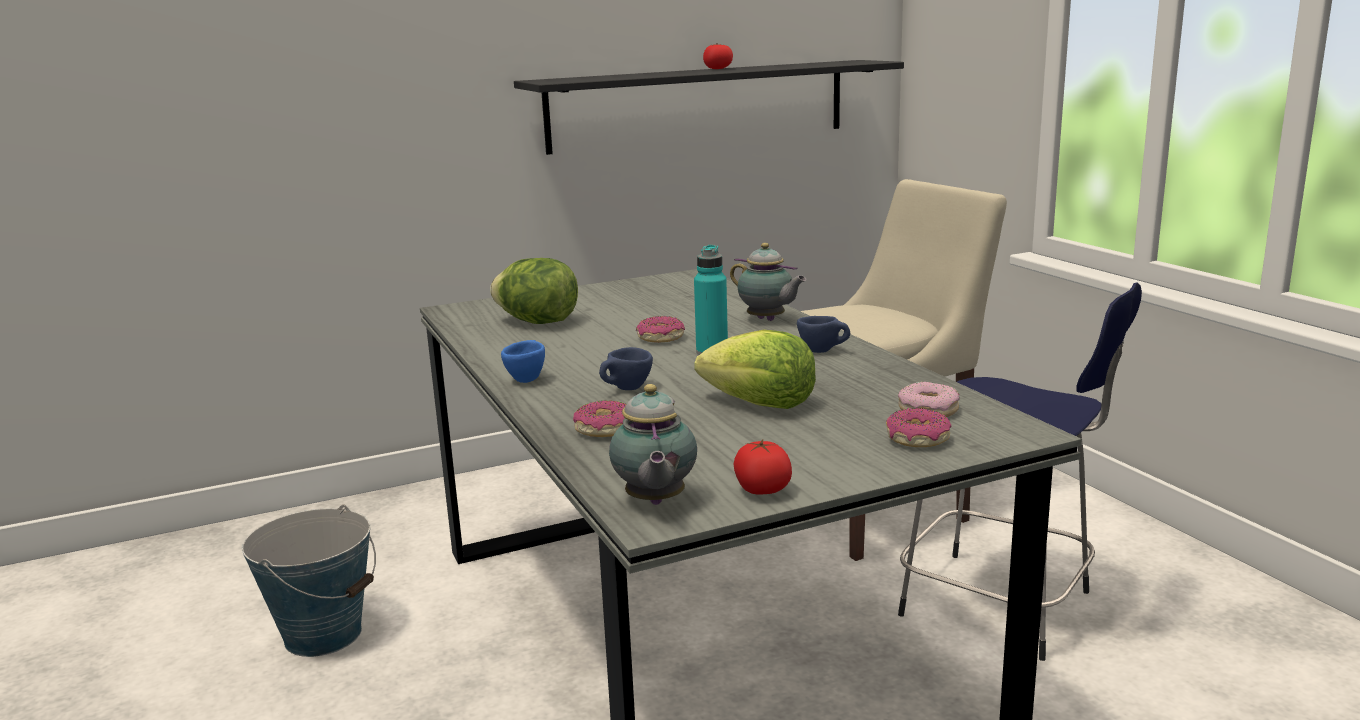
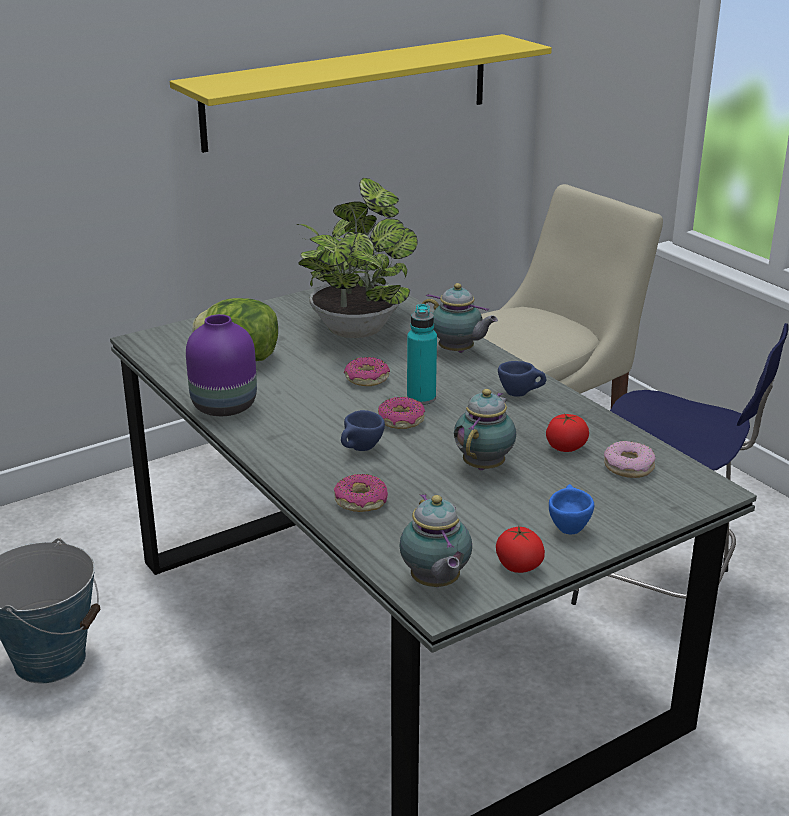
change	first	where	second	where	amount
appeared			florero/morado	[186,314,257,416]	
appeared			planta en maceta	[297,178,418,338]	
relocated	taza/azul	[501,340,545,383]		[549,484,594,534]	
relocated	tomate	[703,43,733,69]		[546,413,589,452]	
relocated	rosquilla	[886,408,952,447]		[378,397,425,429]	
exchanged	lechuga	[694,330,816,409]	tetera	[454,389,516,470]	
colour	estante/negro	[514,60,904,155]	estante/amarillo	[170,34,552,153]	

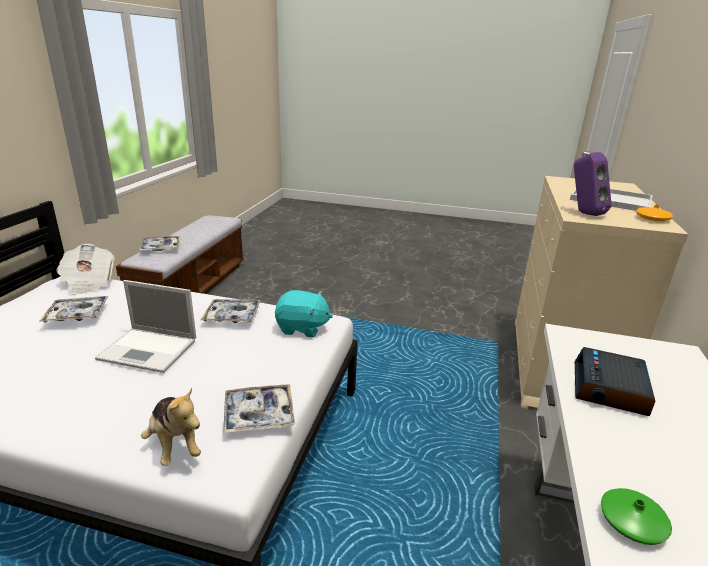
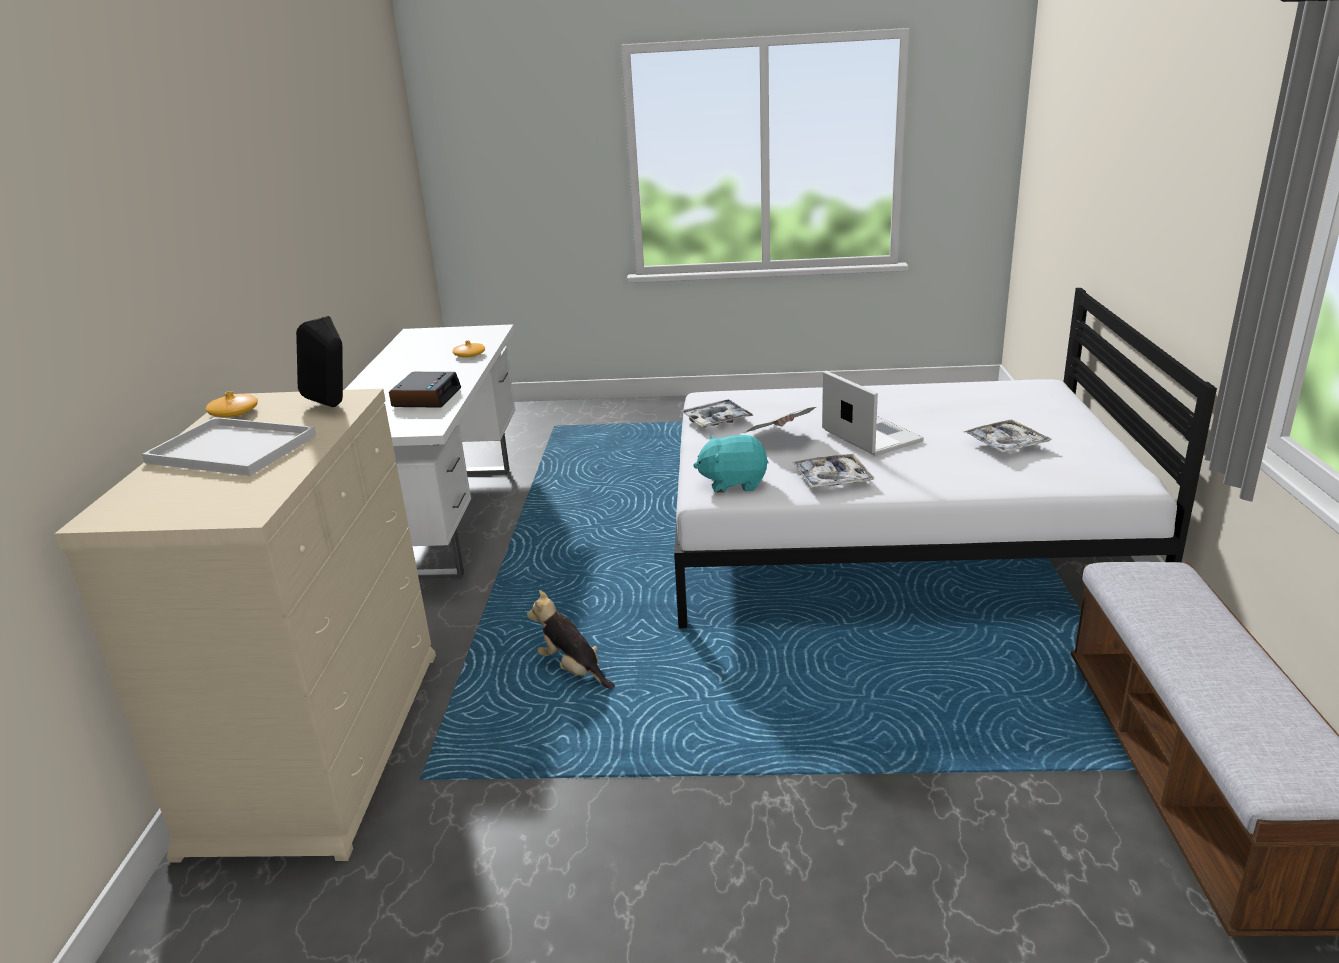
change	first	where	second	where	amount
missing	bandeja	[139,236,180,251]			
relocated	periódico	[56,244,115,295]		[747,407,816,432]	
relocated	peluche	[141,387,201,466]		[527,590,615,689]	
colour	altavoz/morado	[574,152,611,216]	altavoz/negro	[296,316,343,407]	
colour	florero/verde	[601,488,672,545]	florero/naranja	[452,340,485,357]	
spun	portátil	[95,280,196,373]		[822,371,924,456]	60 degrees clockwise

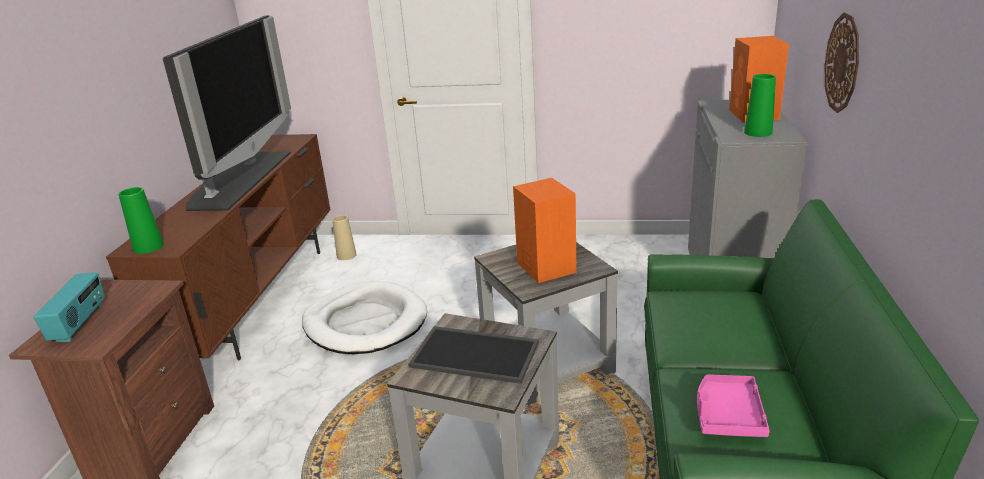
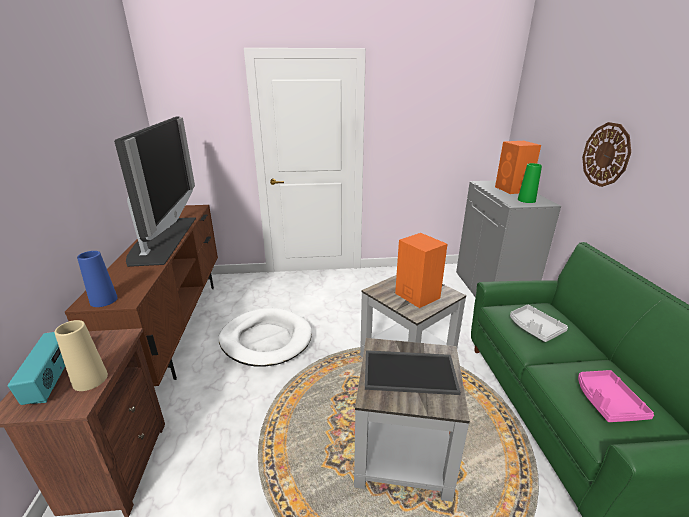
change	first	where	second	where	amount
appeared			bandeja/gris	[510,305,568,342]	
relocated	florero/beis	[332,215,357,260]		[54,320,108,391]	
colour	florero/verde	[119,187,164,254]	florero/azul	[77,251,118,307]	

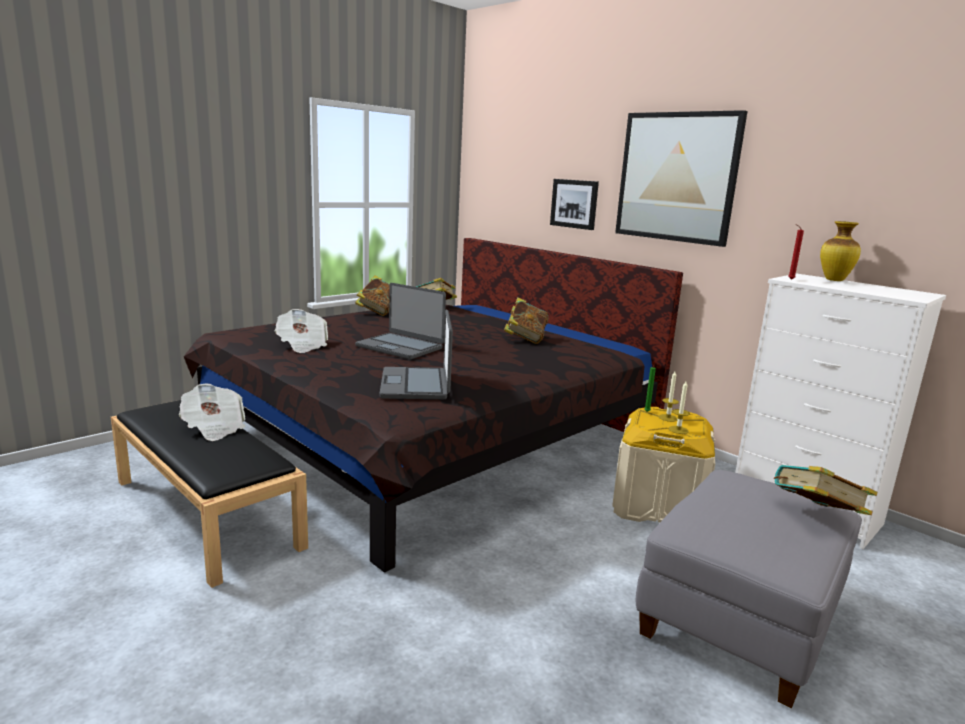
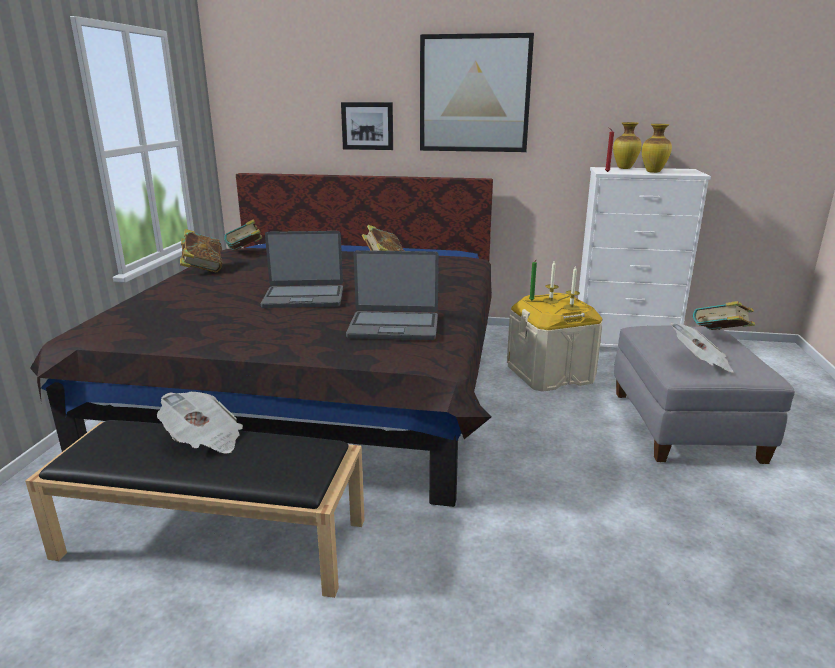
change	first	where	second	where	amount
appeared			florero	[642,124,672,173]	
relocated	periódico	[275,309,328,353]		[671,323,734,373]	
spun	portátil	[379,310,453,399]		[346,250,439,340]	45 degrees counterclockwise

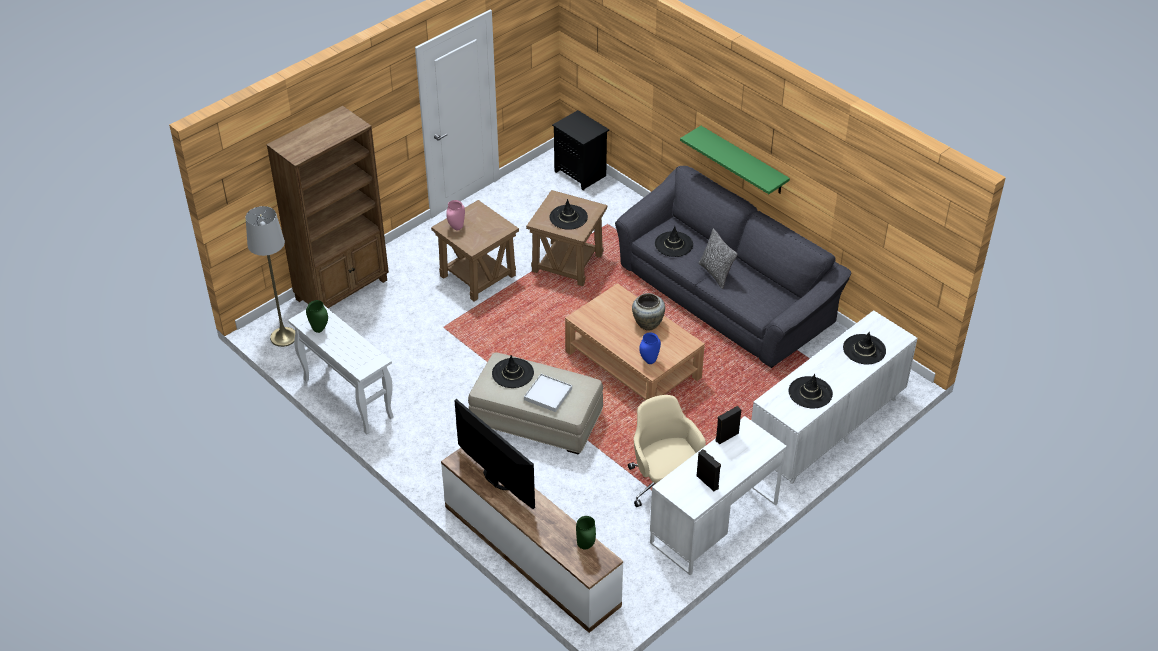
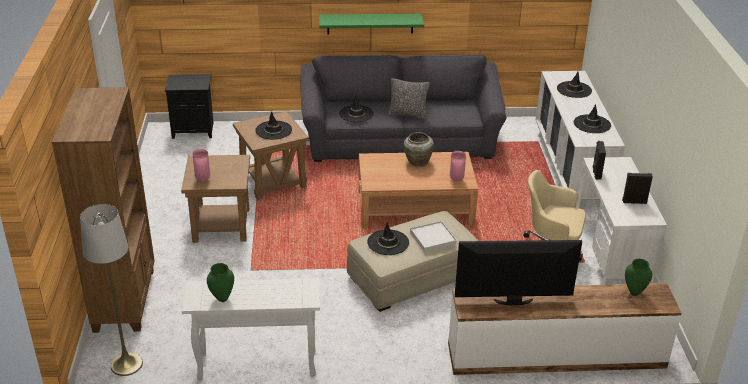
change	first	where	second	where	amount
colour	florero/azul	[639,333,661,364]	florero/rosa	[450,151,466,182]	

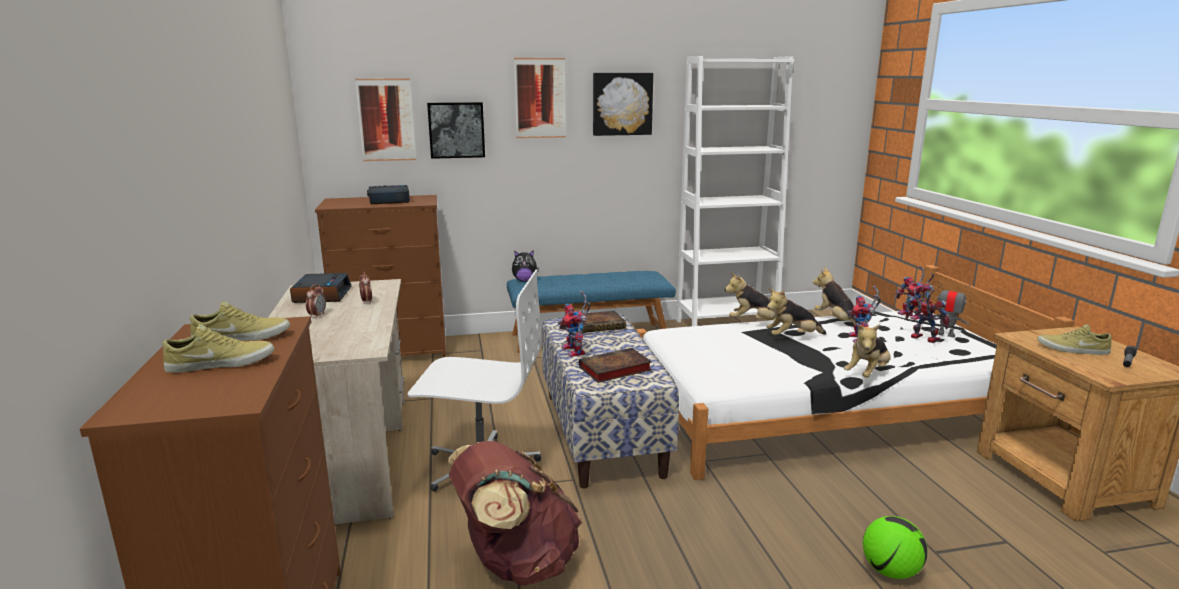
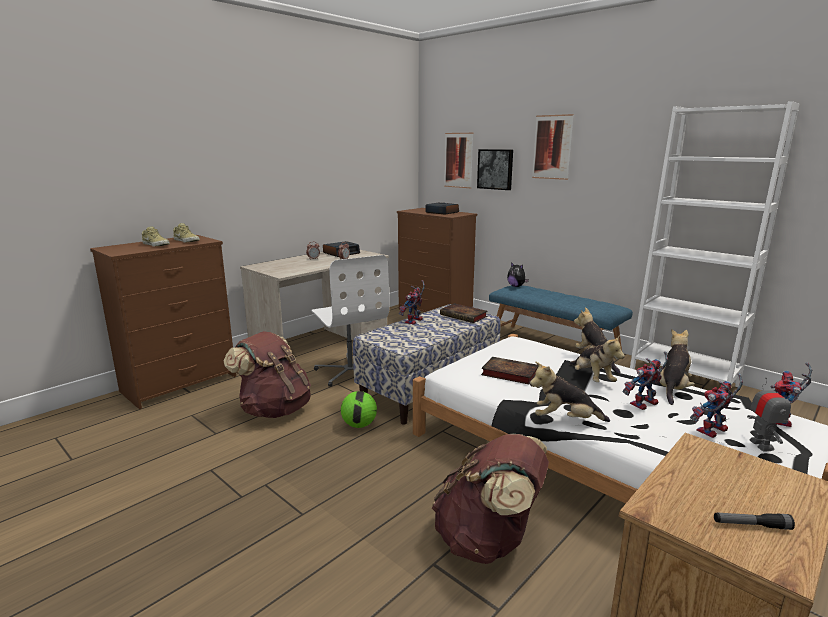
change	first	where	second	where	amount
missing	cuadro	[593,73,653,136]			
missing	zapato/beis	[1037,324,1112,355]			
appeared			mochila/marrón	[432,434,549,564]	
relocated	libro	[579,348,652,383]		[481,357,539,385]	
relocated	balón de fútbol	[863,516,927,579]		[341,391,377,428]	
spun	peluche	[766,289,826,335]		[569,334,625,382]	150 degrees counterclockwise
spun	robot de juguete	[905,288,950,343]		[690,374,743,438]	135 degrees counterclockwise

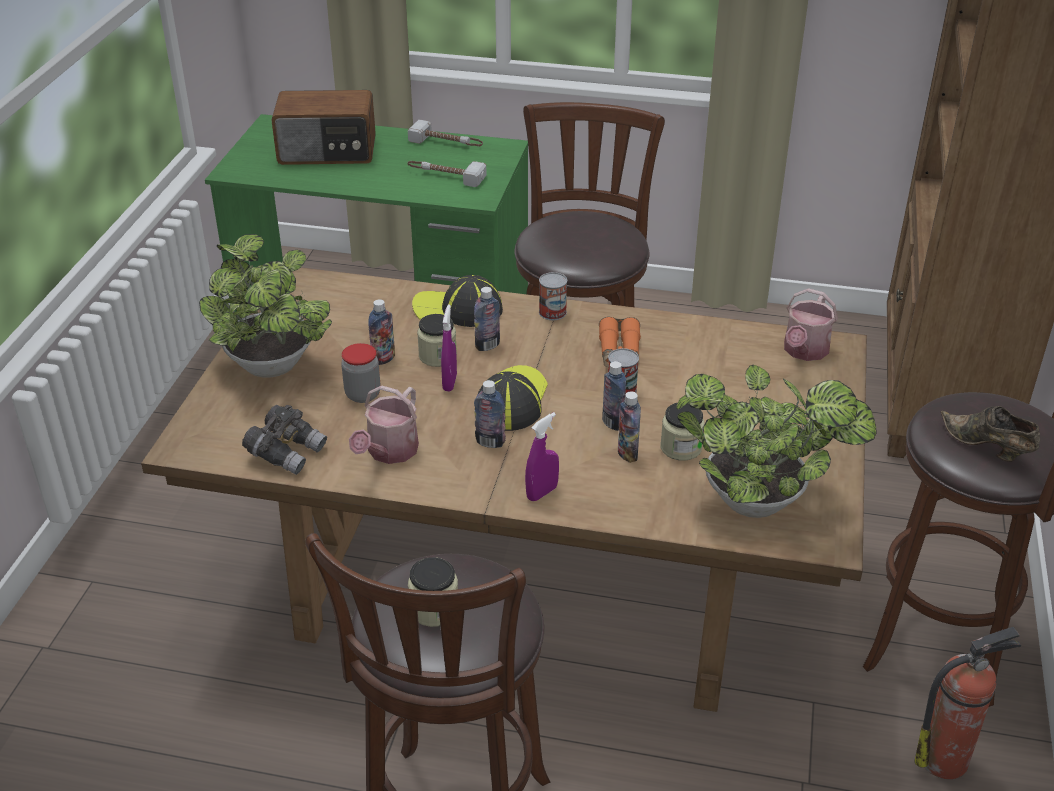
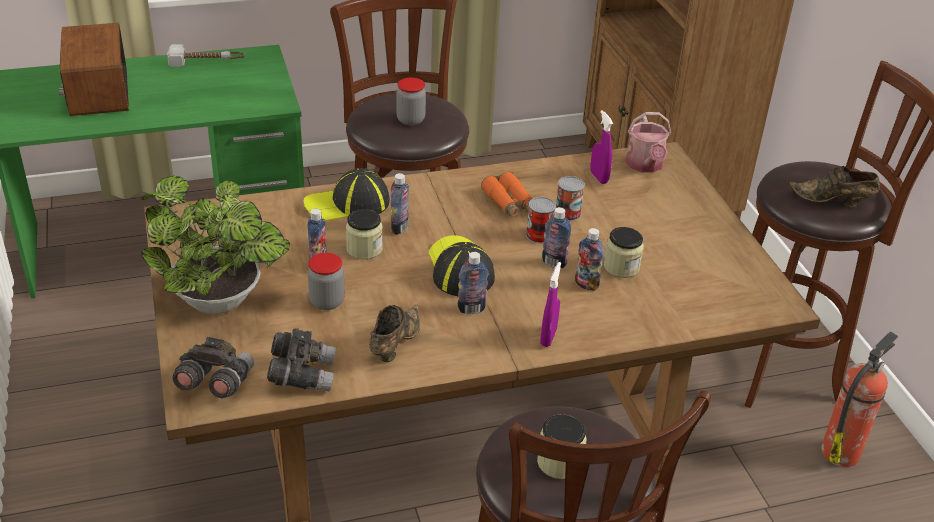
change	first	where	second	where	amount
missing	martillo	[407,161,486,187]			
missing	planta en maceta	[676,365,877,518]			
appeared			prismáticos/gris	[173,337,254,398]	
appeared			tarro	[397,78,426,126]	
relocated	pulverizador/morado	[441,305,457,391]		[591,110,613,184]	
relocated	lata	[539,272,567,320]		[556,176,585,221]	
exchanged	regadera	[349,386,419,464]	zapato/marrón	[369,304,420,362]	
spun	radio	[271,90,376,165]		[59,23,129,116]	105 degrees clockwise

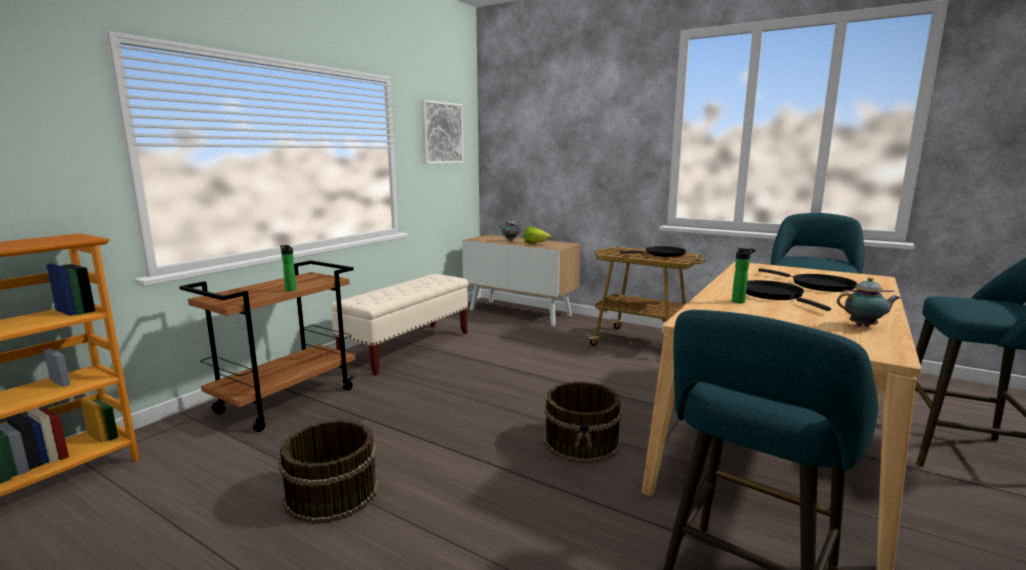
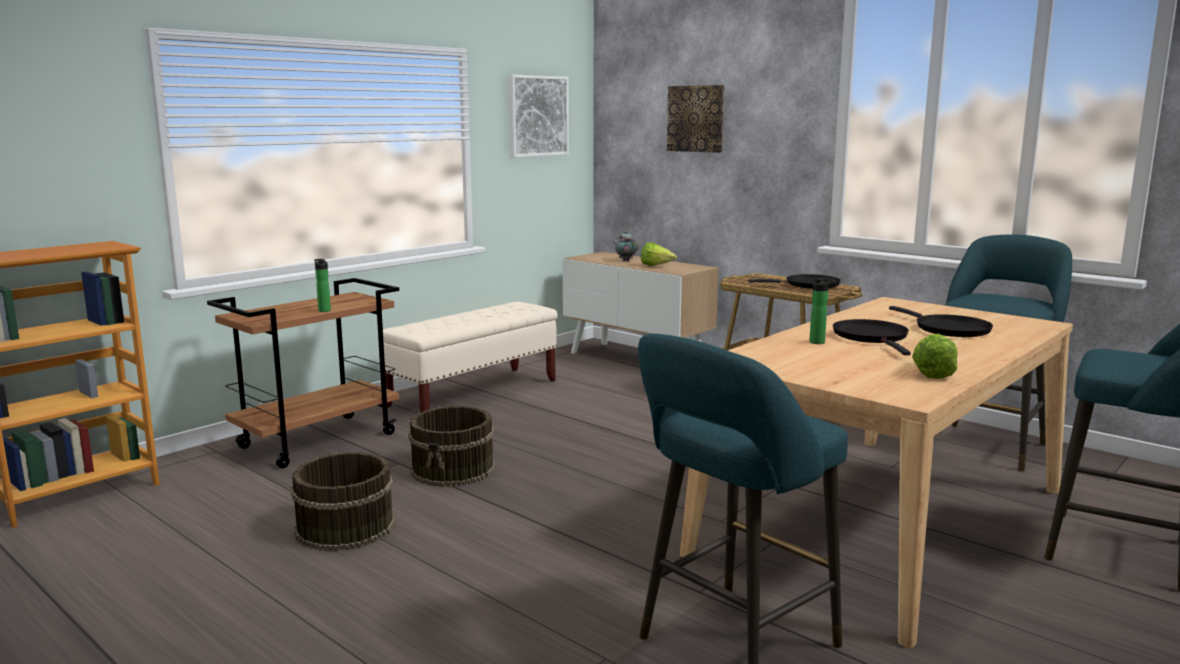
change	first	where	second	where	amount
appeared			cuadro	[667,85,724,153]	
relocated	cubo/marrón	[544,381,622,464]		[409,406,495,487]	
exchanged	tetera	[837,277,900,327]	lechuga	[912,334,958,379]	

